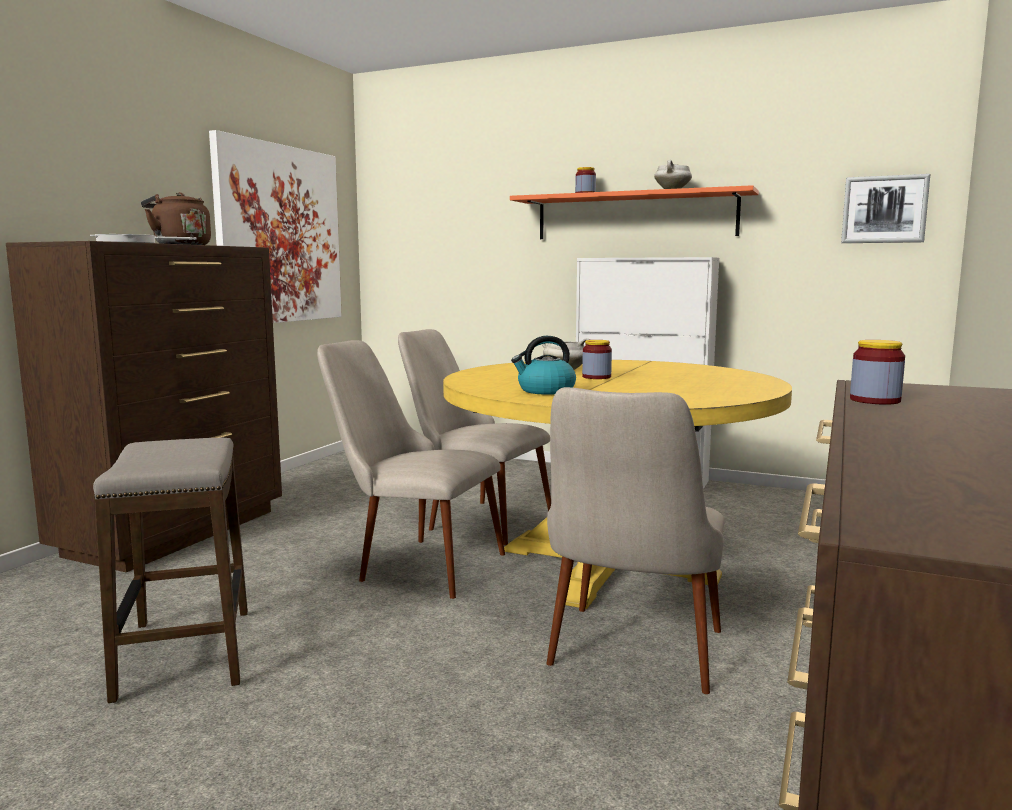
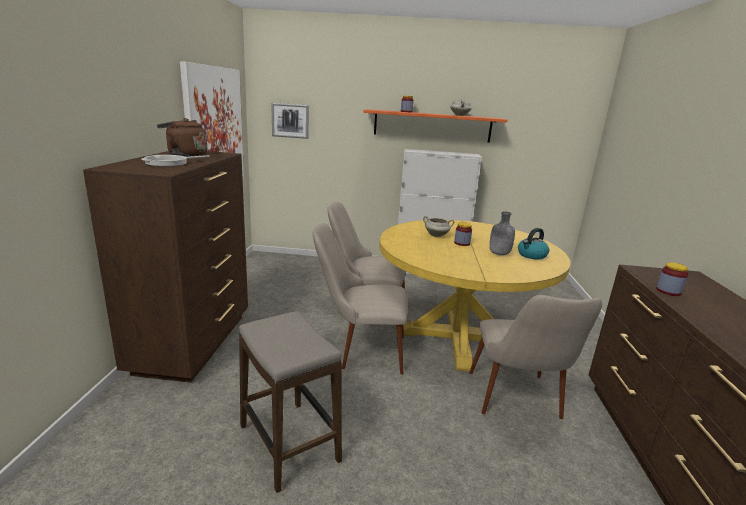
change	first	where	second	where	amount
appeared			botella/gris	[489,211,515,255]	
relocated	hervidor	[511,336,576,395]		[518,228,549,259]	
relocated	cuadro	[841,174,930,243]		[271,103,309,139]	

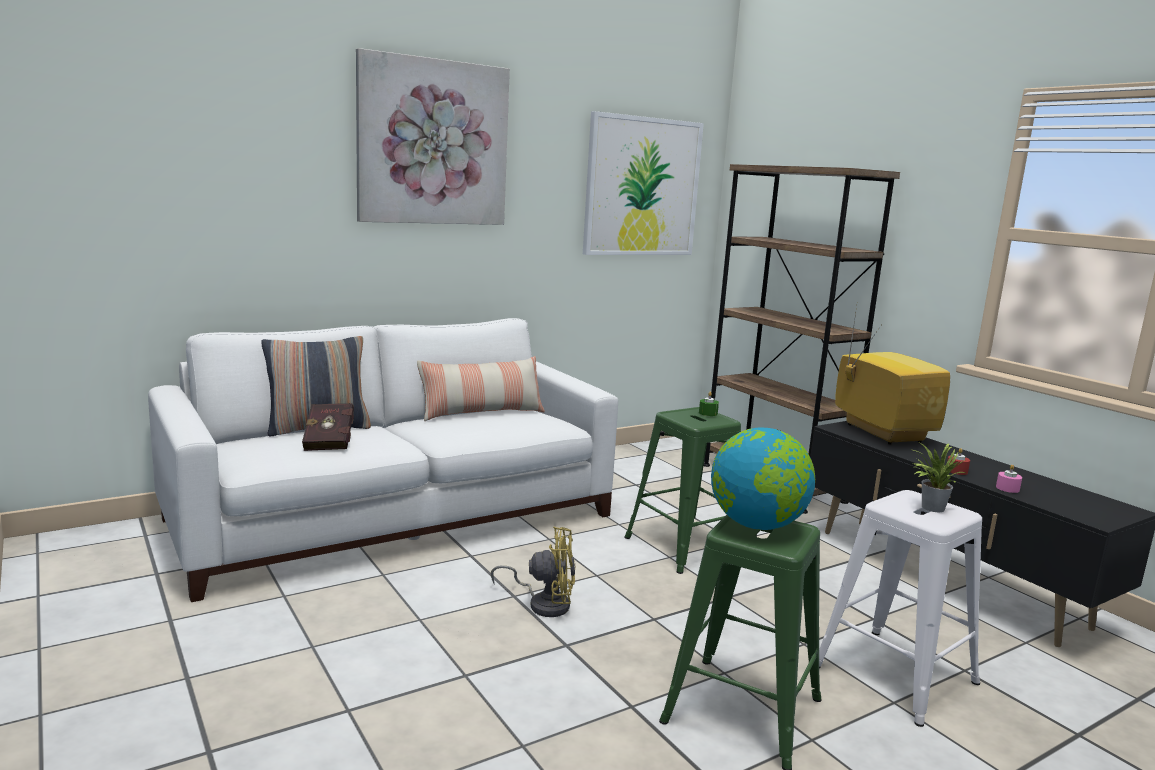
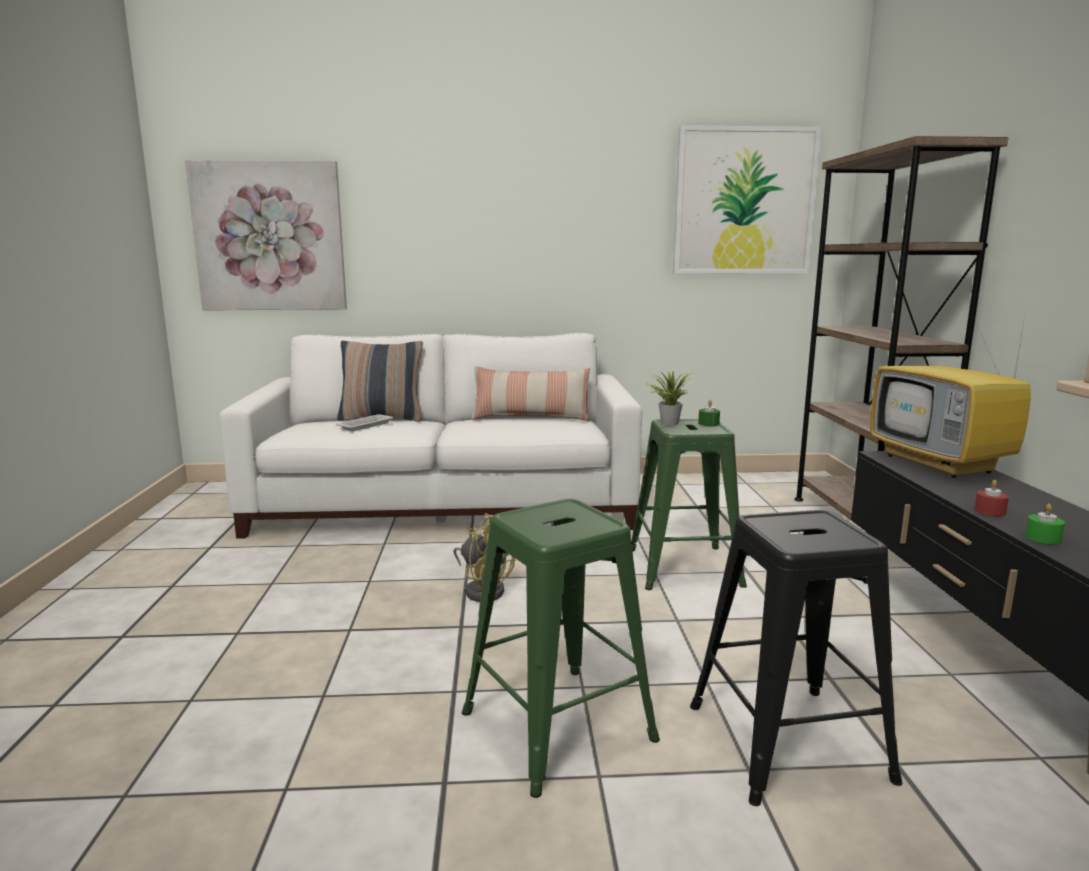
change	first	where	second	where	amount
missing	globo terráqueo	[711,427,815,530]			
relocated	cuadro	[356,48,510,225]		[185,160,347,310]	
relocated	planta en maceta	[913,442,965,512]		[645,371,693,425]	
exchanged	libro/rojo	[302,403,354,451]	bandeja/blanco	[336,414,394,431]	
colour	taburete/blanco	[819,490,982,727]	taburete/negro	[690,510,902,806]	
colour	vela/rosa	[996,464,1022,493]	vela/verde	[1025,504,1065,544]	
spun	televisor	[835,307,951,445]		[870,309,1031,478]	150 degrees clockwise

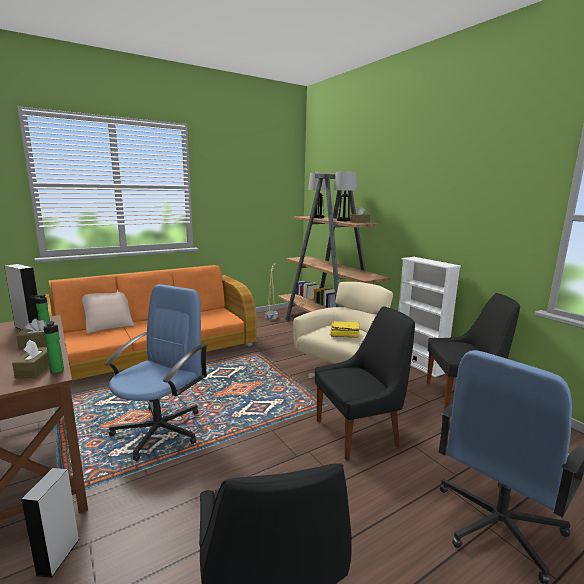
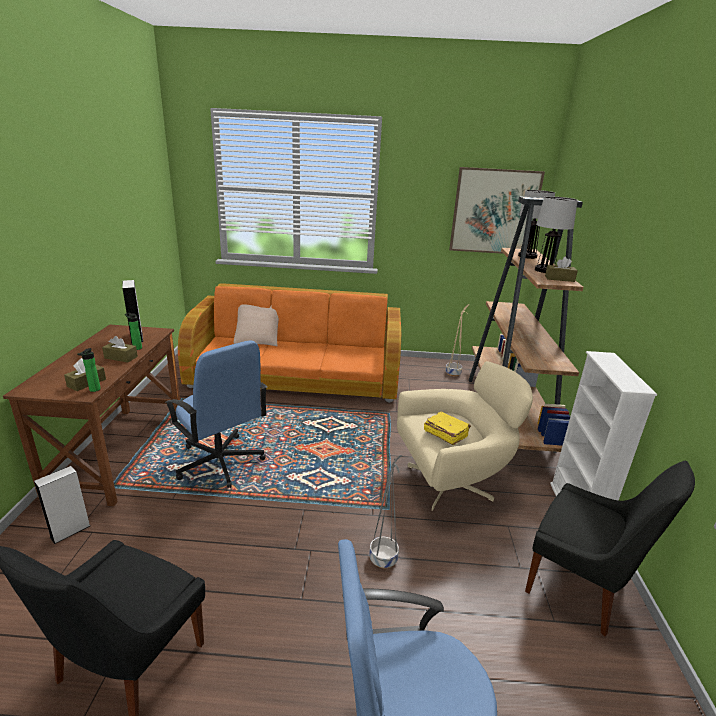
change	first	where	second	where	amount
appeared			cuadro	[449,167,545,254]	
exchanged	silla/negro	[315,307,415,460]	maceta/gris	[369,455,402,568]	
spun	silla de oficina/azul	[105,284,207,461]		[164,340,267,488]	75 degrees clockwise

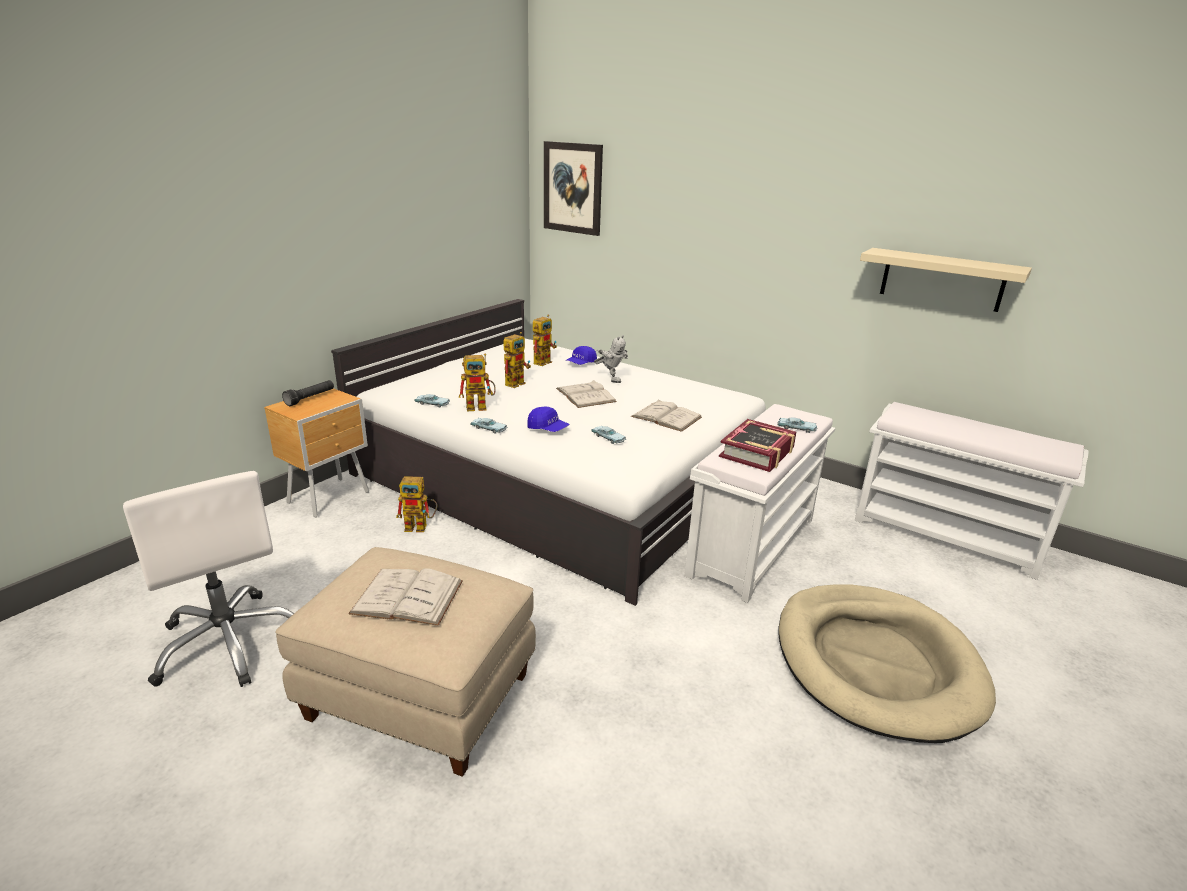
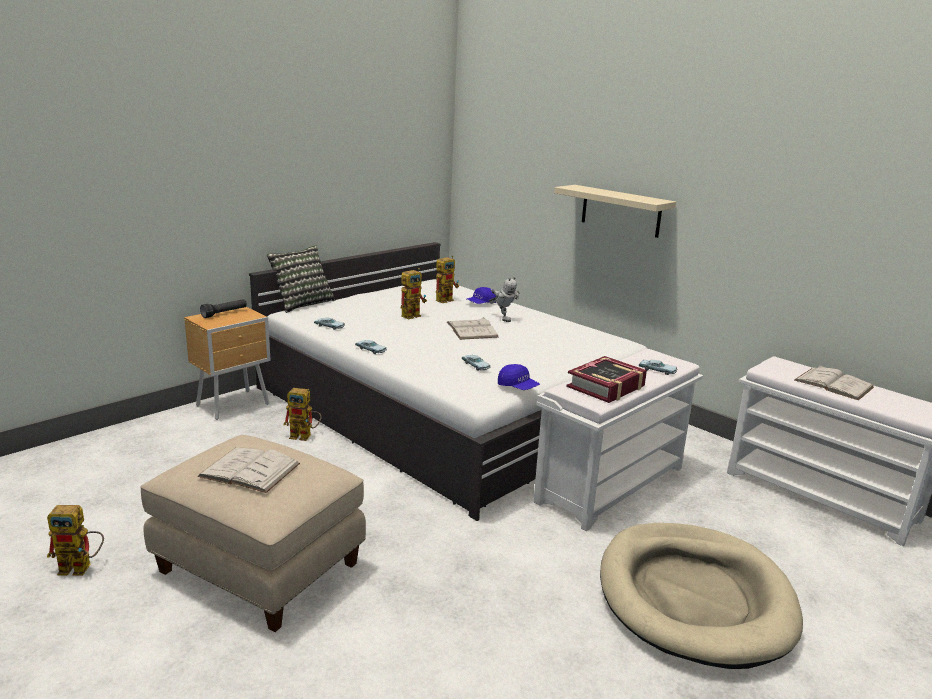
change	first	where	second	where	amount
missing	silla de oficina/blanco	[123,471,294,687]			
missing	cuadro	[544,141,603,236]			
appeared			cojín	[267,245,336,313]	
relocated	robot de juguete	[459,353,495,411]		[47,505,104,576]	
relocated	gorra/azul	[527,407,569,432]		[498,364,540,390]	
relocated	libro/blanco	[631,400,702,432]		[794,365,874,400]	
relocated	estante/beis	[860,248,1032,312]		[554,185,676,238]	

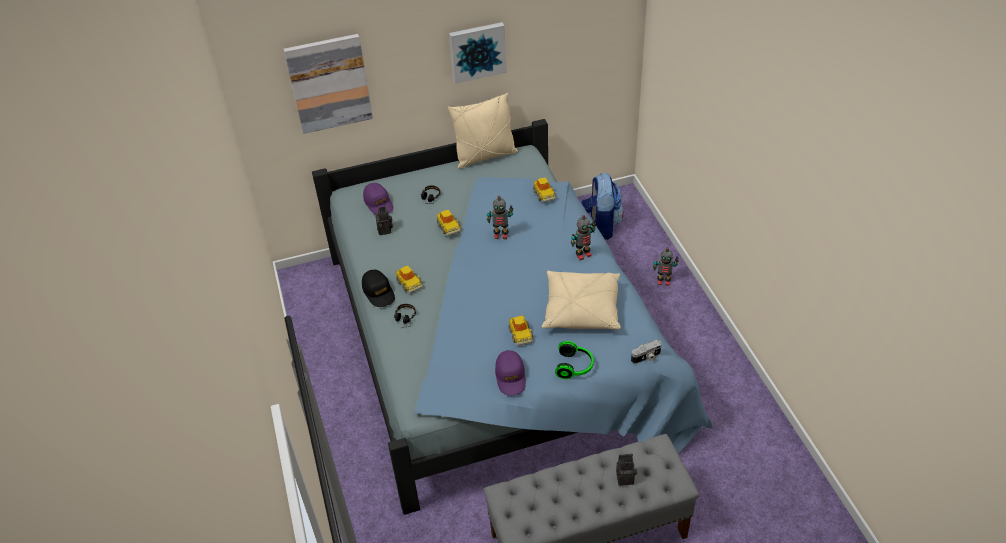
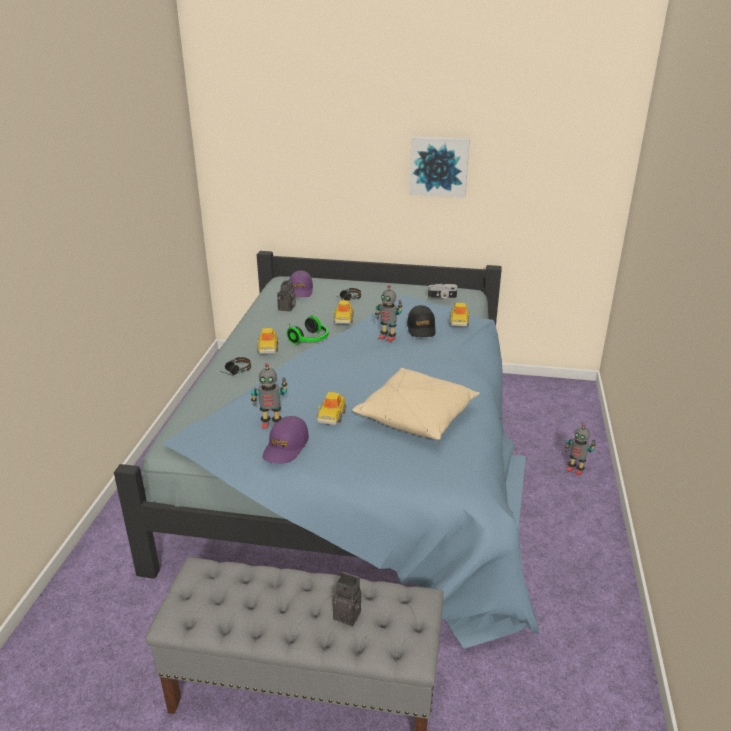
change	first	where	second	where	amount
missing	cuadro	[284,34,373,134]			
missing	cojín/beis	[448,93,518,169]			
missing	mochila	[581,173,624,240]			
relocated	gorra/negro	[362,270,395,307]		[407,305,436,337]	
relocated	auriculares	[555,341,594,379]		[287,315,328,344]	
relocated	robot de juguete	[571,215,596,260]		[251,363,287,429]	
relocated	cámara	[631,340,662,364]		[428,284,457,299]	

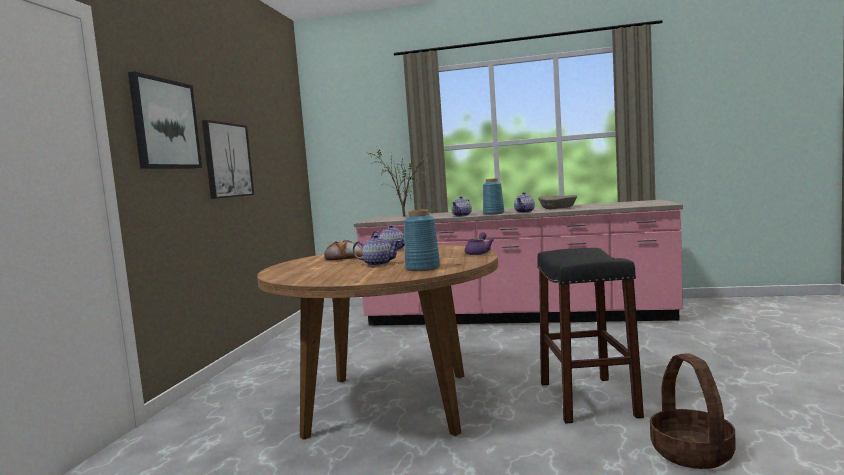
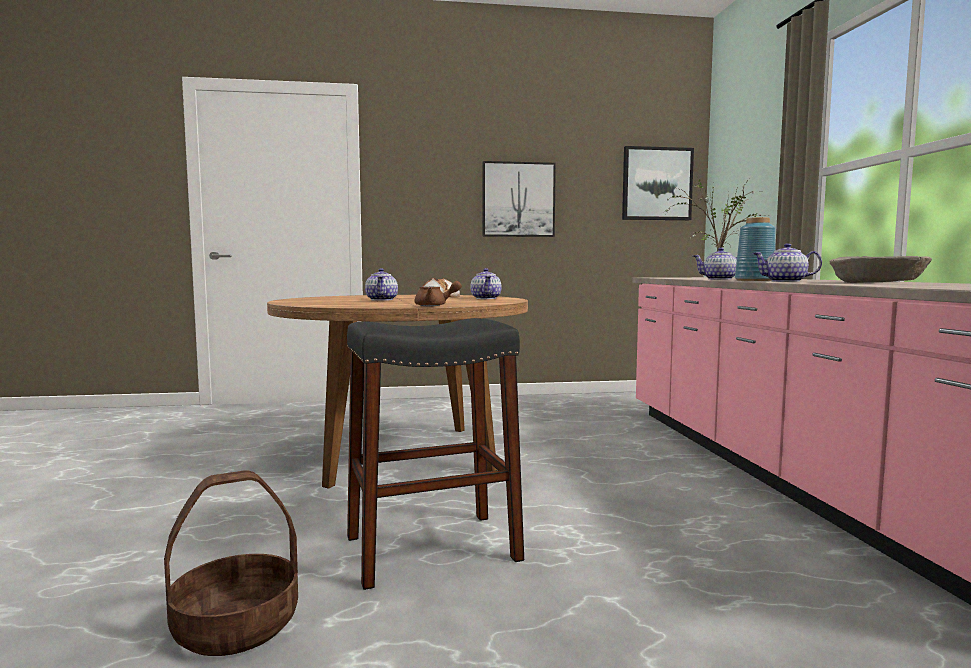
change	first	where	second	where	amount
missing	florero/azul	[404,209,440,271]			
relocated	cuadro	[128,71,202,168]		[622,146,694,220]	
colour	tetera/morado	[465,232,494,255]	tetera/marrón	[414,281,462,306]	

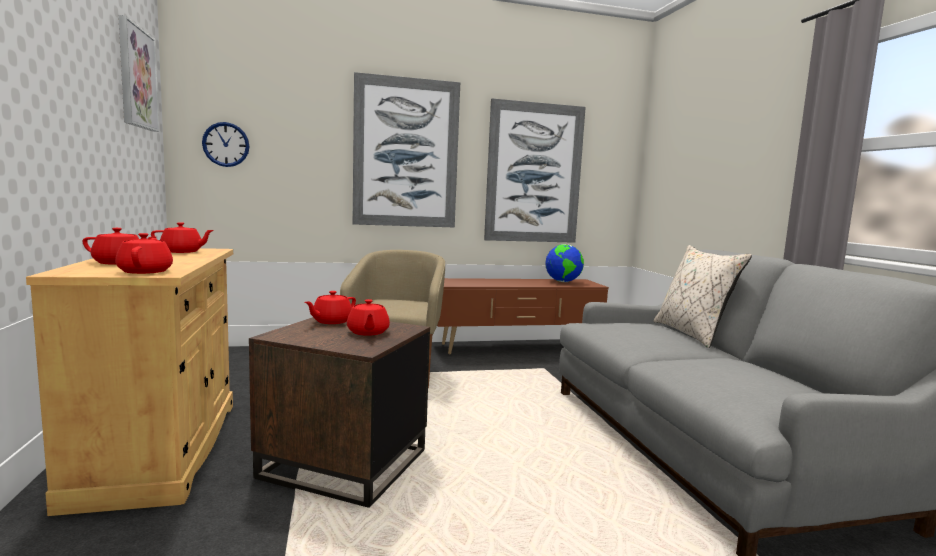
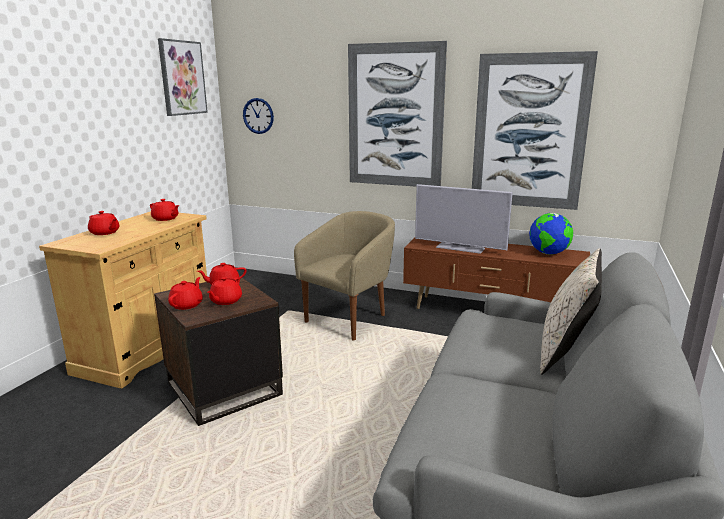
change	first	where	second	where	amount
appeared			televisor	[415,184,513,254]	
relocated	tetera/rojo	[115,233,173,274]		[168,277,203,310]	

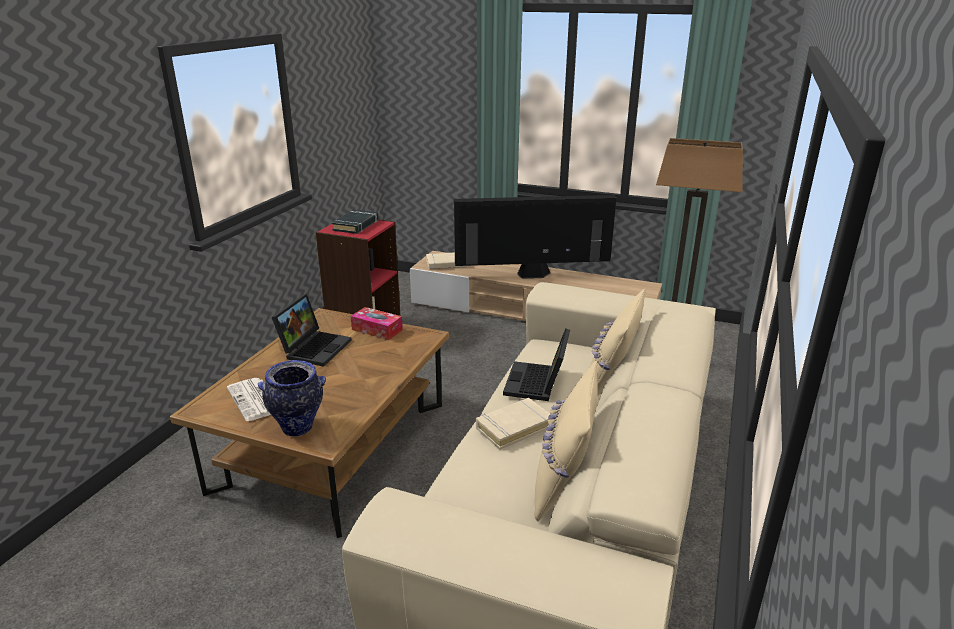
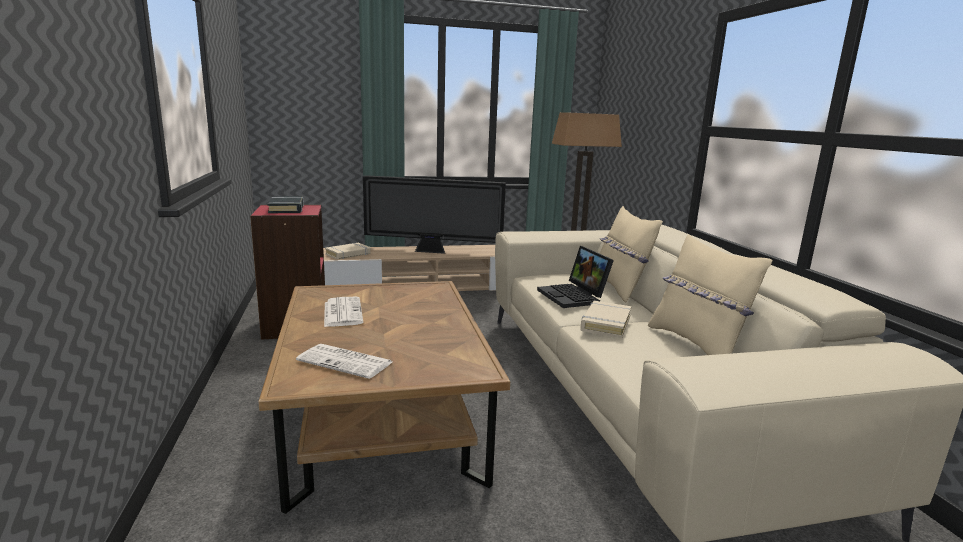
change	first	where	second	where	amount
missing	florero	[258,360,326,437]			
missing	caja de pañuelos	[351,307,403,340]			
exchanged	portátil	[272,294,352,367]	periódico	[324,297,363,327]	
spun	televisor	[454,195,616,279]		[363,175,506,254]	135 degrees counterclockwise

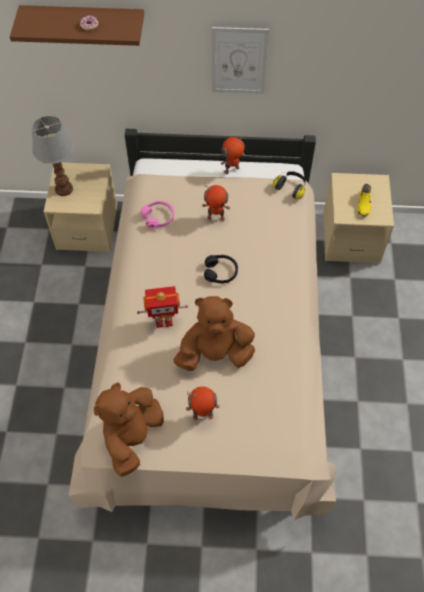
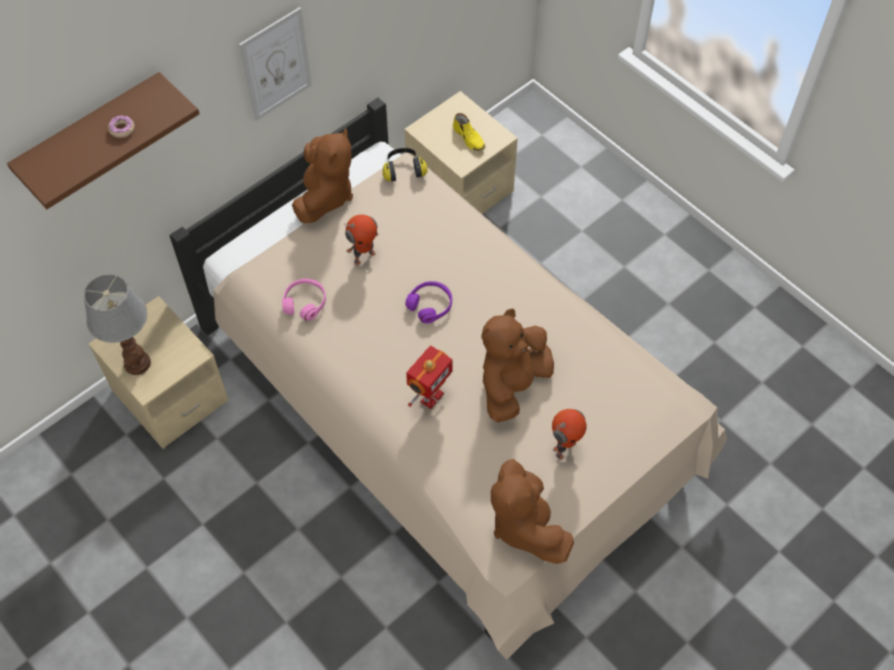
change	first	where	second	where	amount
exchanged	robot de juguete	[221,135,245,174]	peluche/marrón	[292,128,353,223]	
colour	auriculares/negro	[204,255,238,283]	auriculares/morado	[405,281,452,324]	

